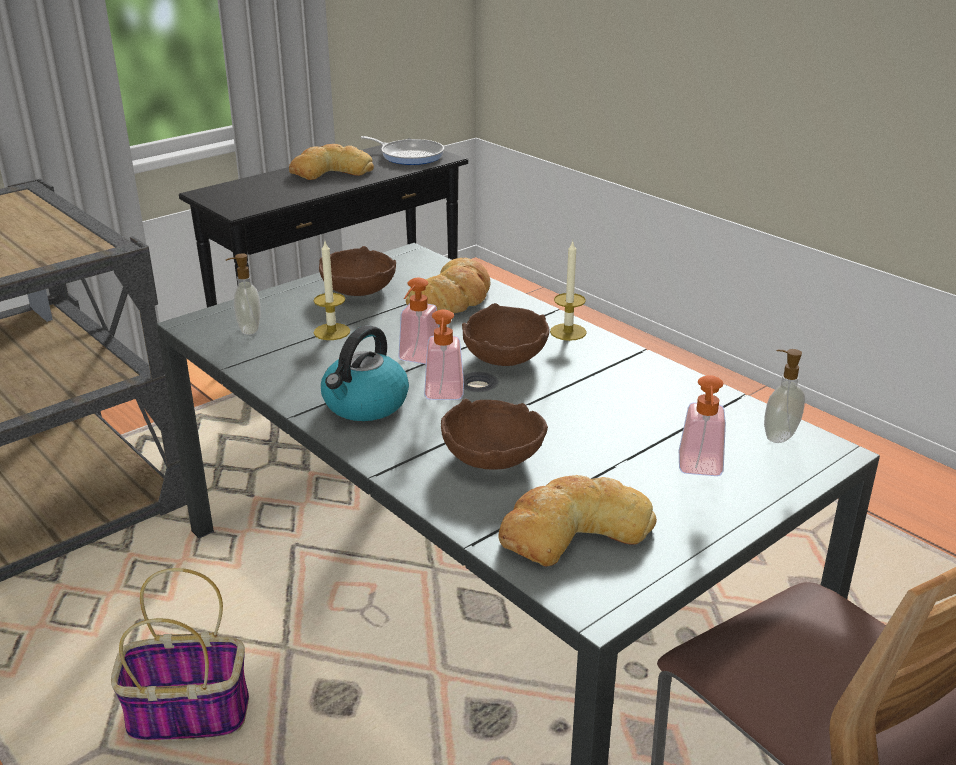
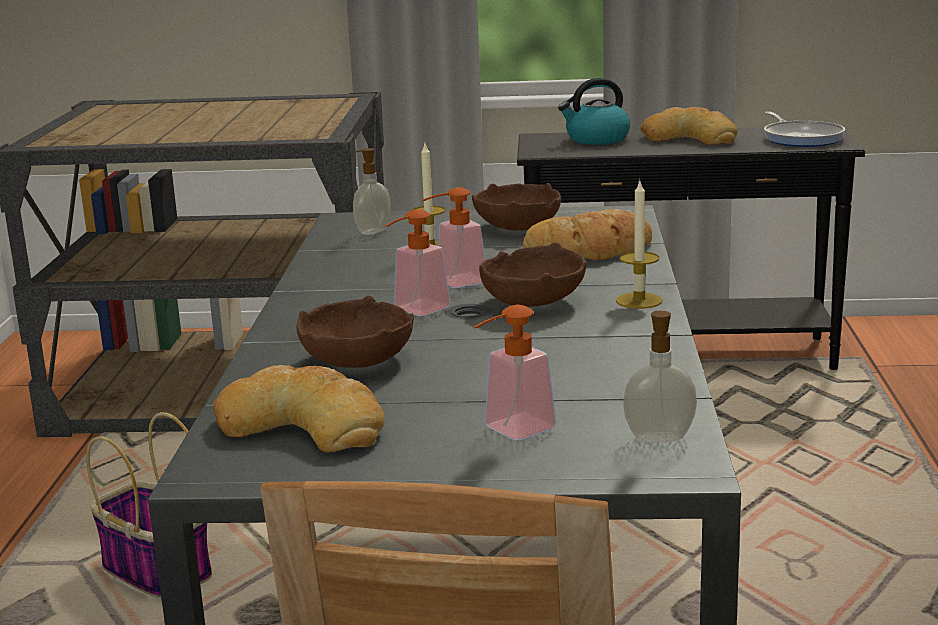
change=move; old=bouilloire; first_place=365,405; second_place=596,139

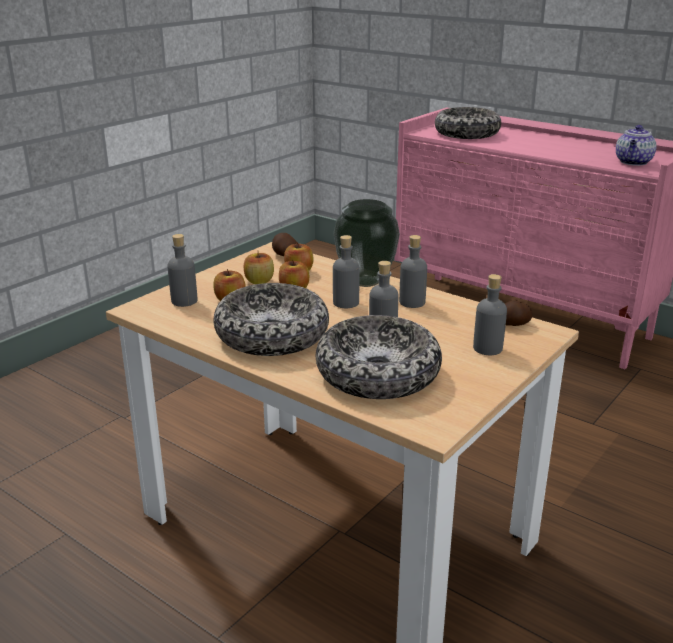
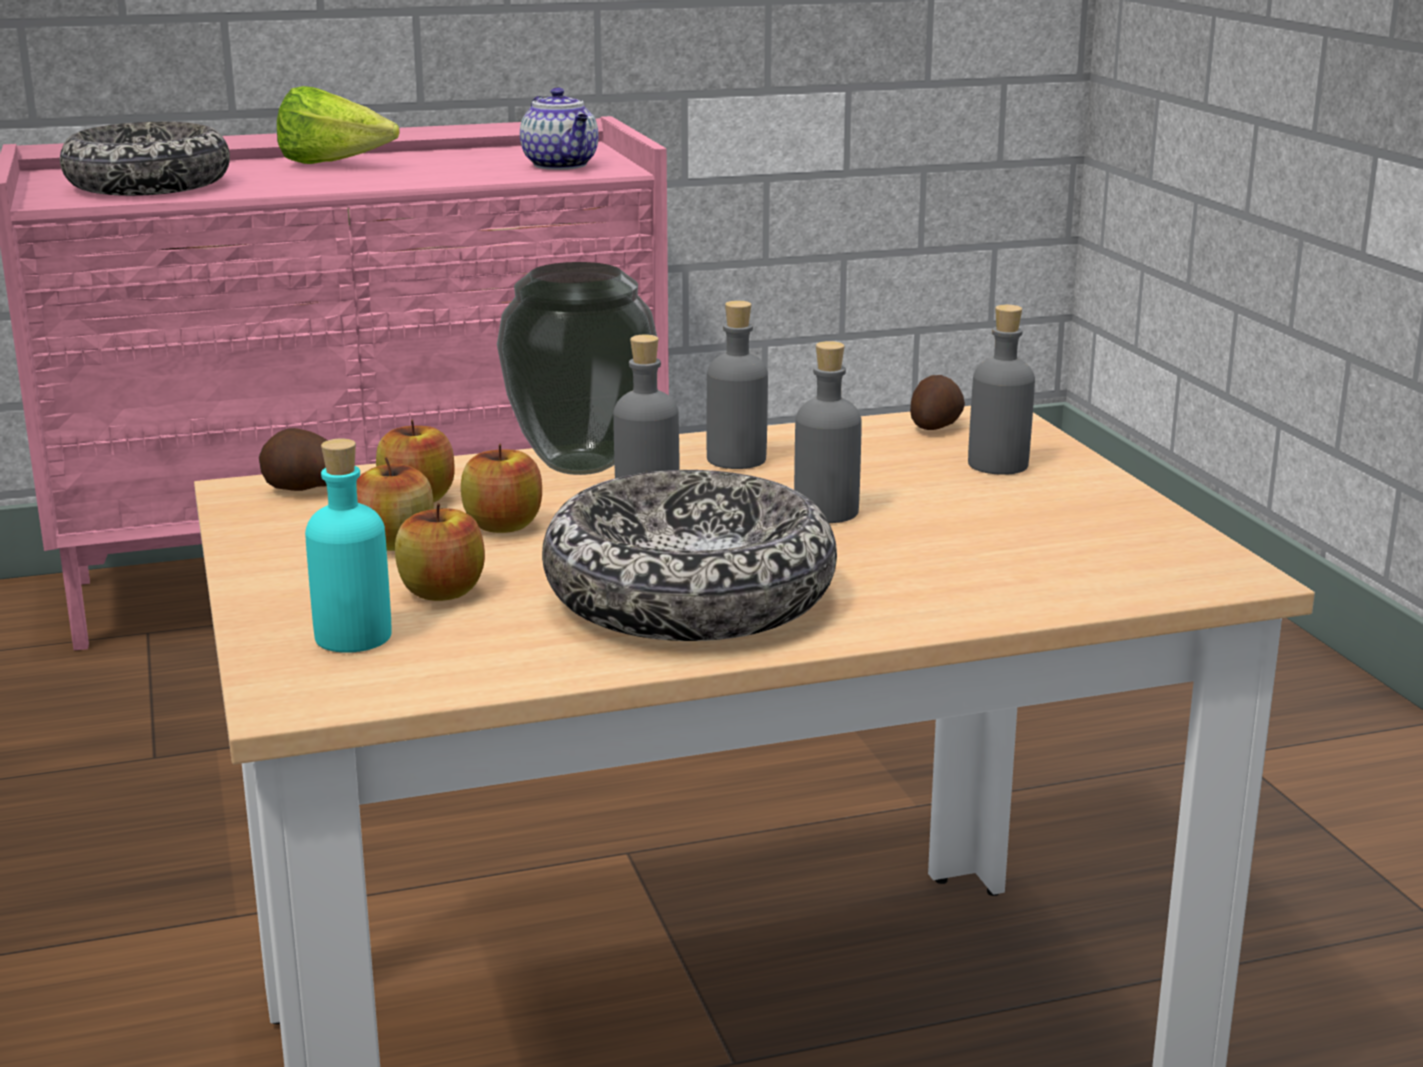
change=insert; new=laitue; second_place=333,165
change=recolor; old=bouteille (gris); new=bouteille (turquoise); first_place=184,301; second_place=353,636
change=delete; old=bol; first_place=378,374

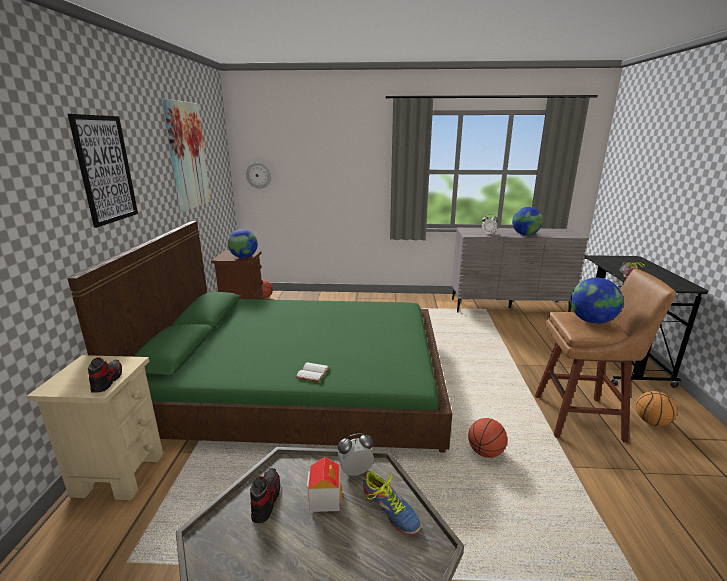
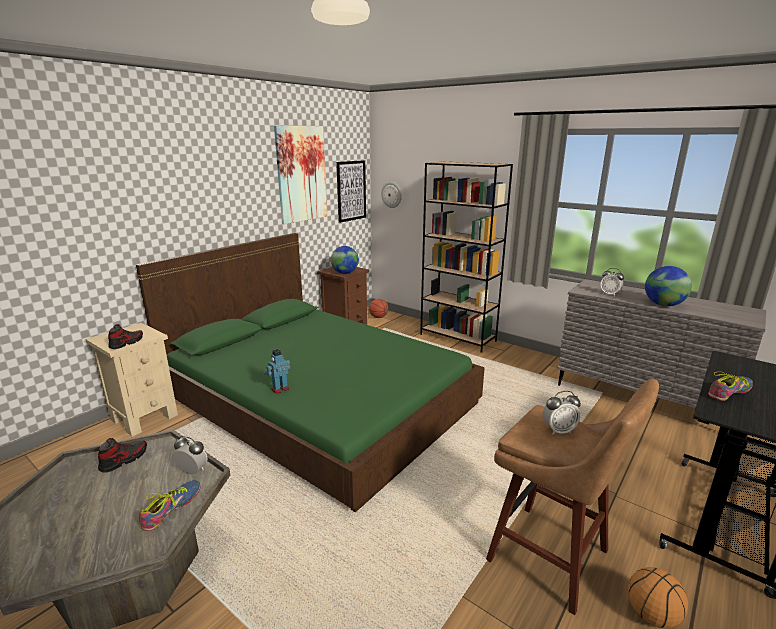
change=rotate; old=chaussure; first_place=390,509; second_place=171,508; degrees=-150
change=replace; old=livre (blanc); new=robot jouet; first_place=313,373; second_place=280,388
change=move; old=tableau; first_place=105,170; second_place=351,191
change=insert; new=bibliothèque (beige); second_place=458,338
change=replace; old=globe; new=réveil; first_place=591,321; second_place=558,430
change=delete; old=maison miniature; first_place=325,498
change=delete; old=ballon de basket; first_place=485,452

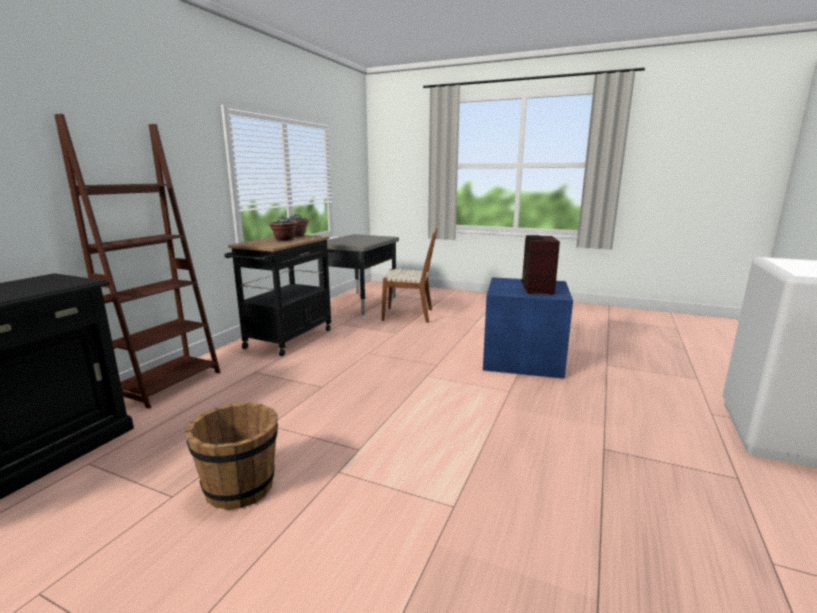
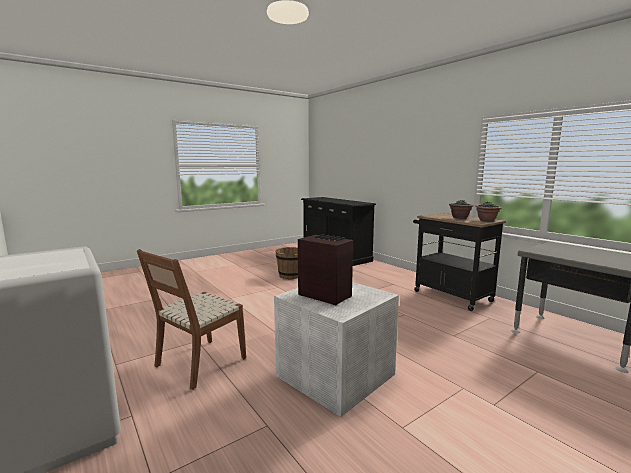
change=move; old=chaise; first_place=410,315; second_place=198,364
change=recolor; old=boîte de rangement (bleu); new=boîte de rangement (blanc); first_place=524,359; second_place=333,375
change=delete; old=bibliothèque (marron); first_place=169,384

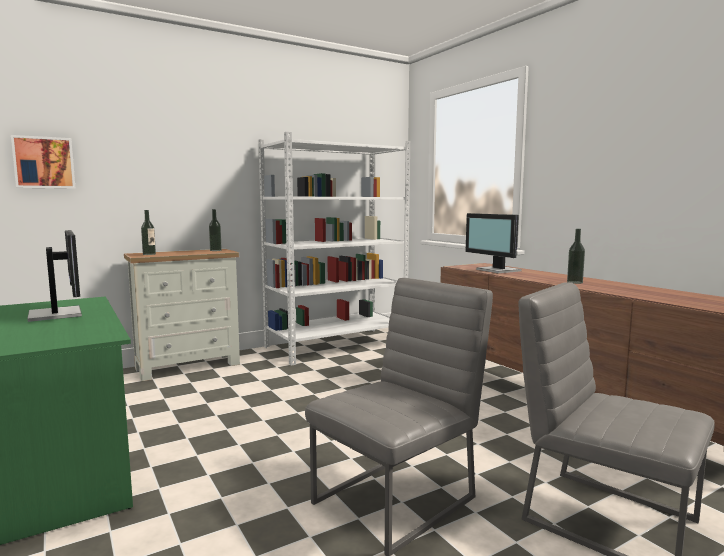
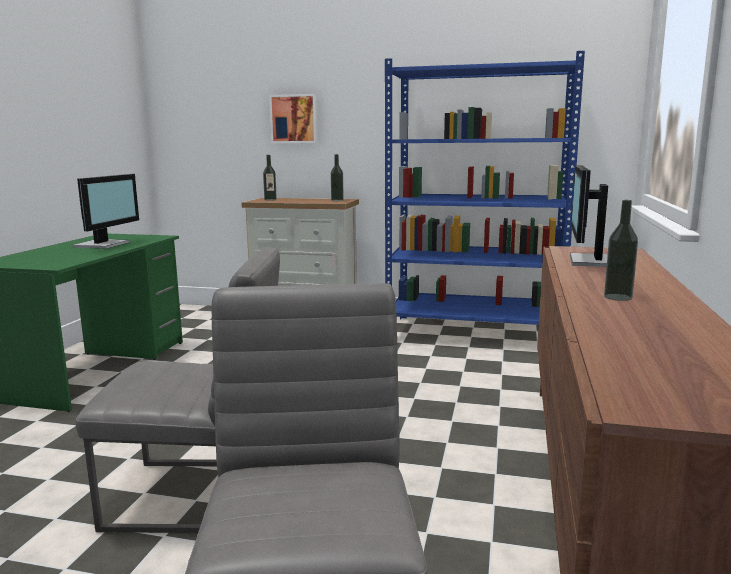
change=move; old=tableau; first_place=44,162; second_place=294,119
change=recolor; old=bibliothèque (blanc); new=bibliothèque (bleu); first_place=336,346; second_place=474,334

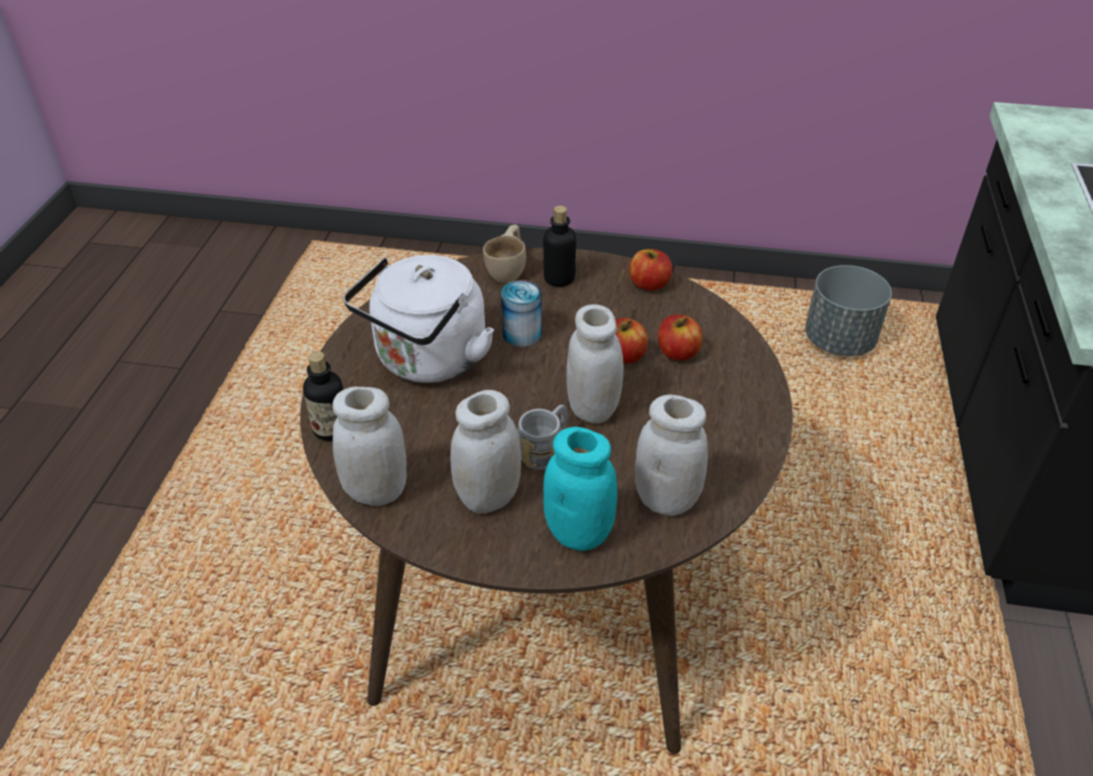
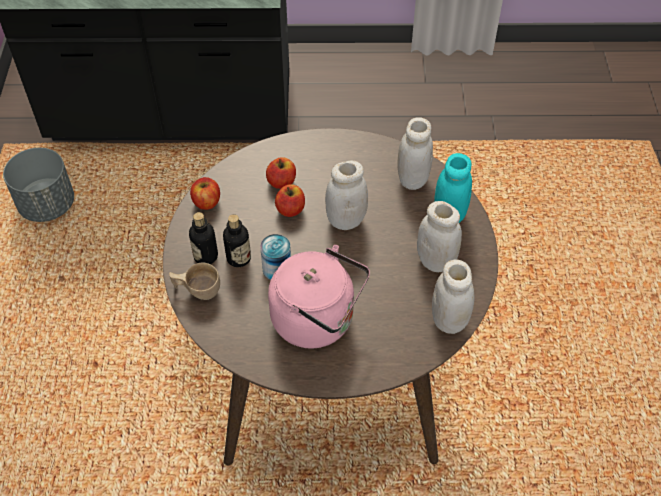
change=move; old=bouteille; first_place=331,429; second_place=238,258
change=recolor; old=bouilloire (blanc); new=bouilloire (rose); first_place=427,361; second_place=318,320
change=delete; old=mug (gris); first_place=545,451

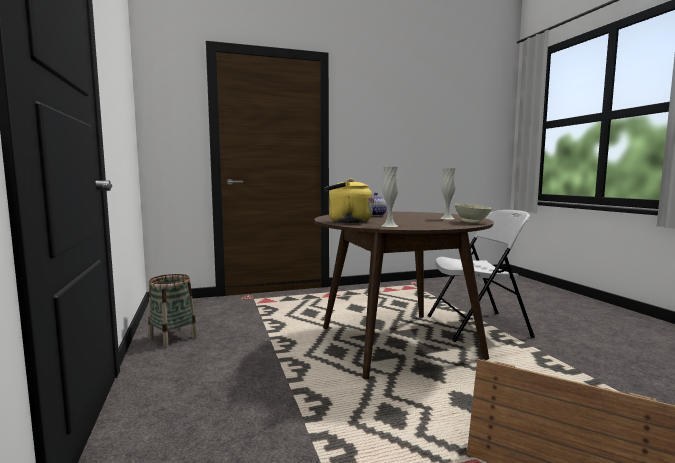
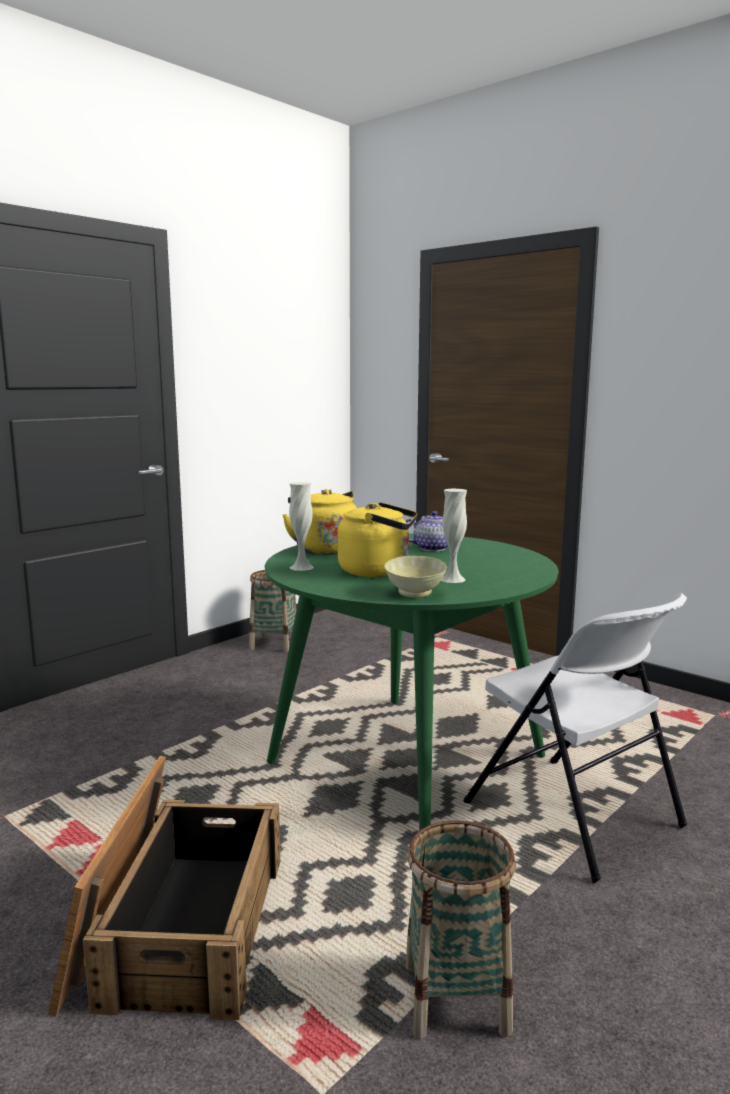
change=recolor; old=table à manger (marron); new=table à manger (vert); first_place=398,342; second_place=407,759
change=insert; new=bouilloire (jaune); second_place=378,571
change=insert; new=panier; second_place=456,998

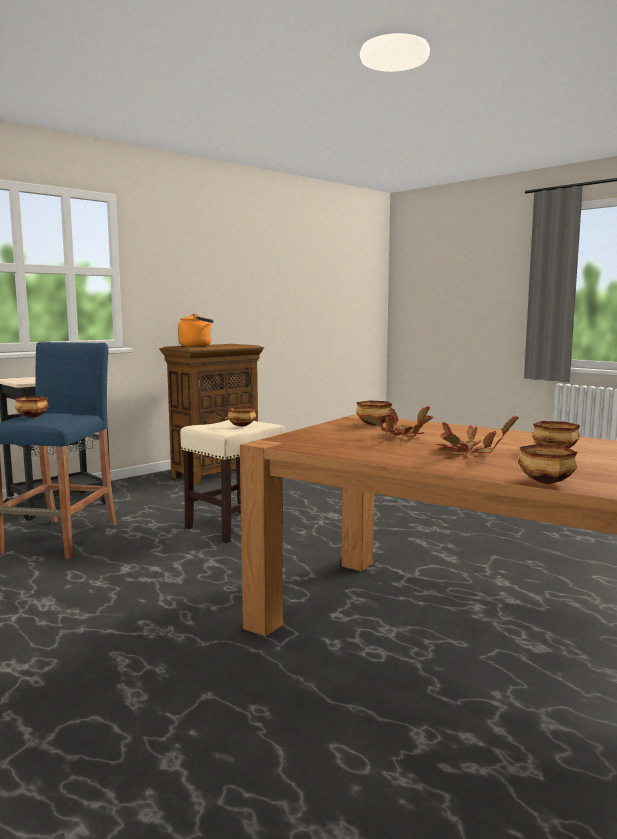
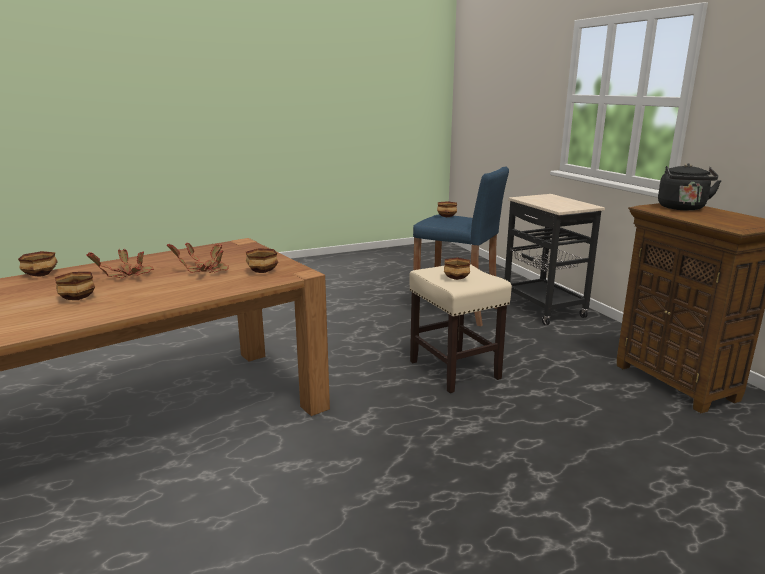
change=recolor; old=bouilloire (orange); new=bouilloire (noir); first_place=197,346; second_place=682,208

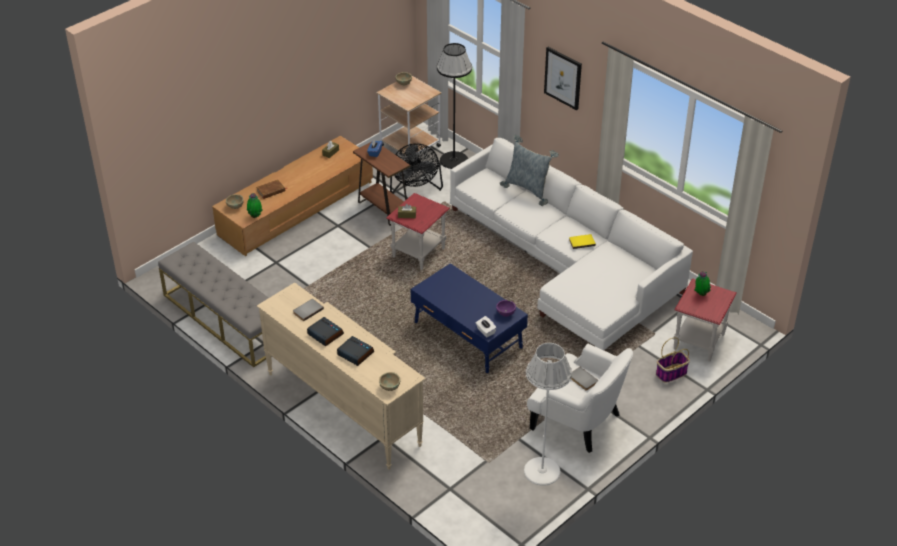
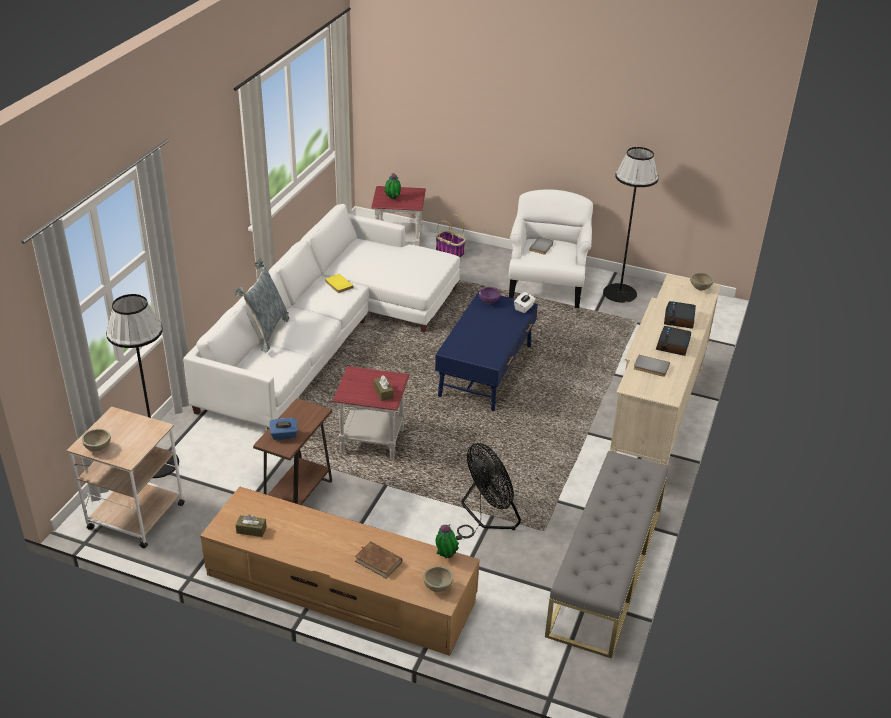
change=move; old=ventilateur (noir); first_place=413,186; second_place=482,514
change=recolor; old=lampadaire (blanc); new=lampadaire (noir); first_place=542,471; second_place=619,293
change=delete; old=tableau; first_place=563,78

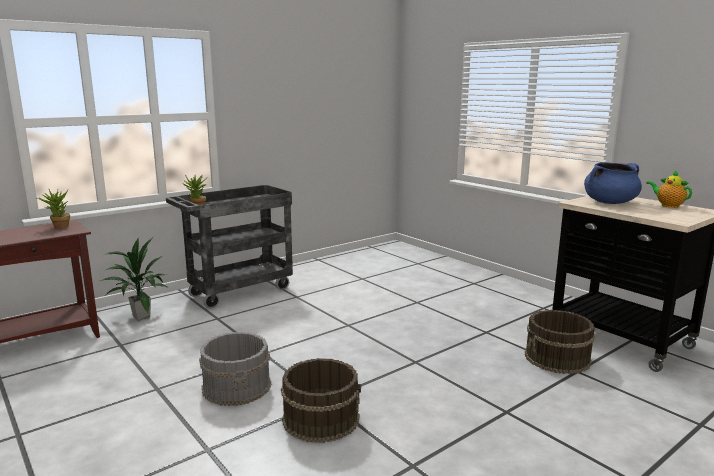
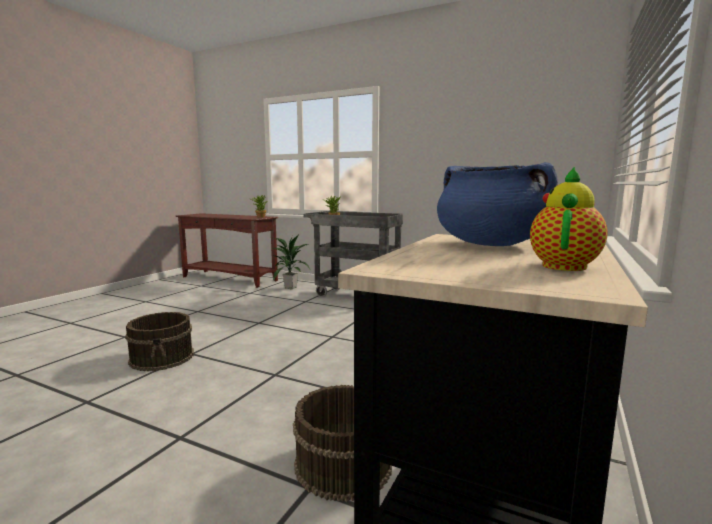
change=delete; old=seau (gris); first_place=237,386

